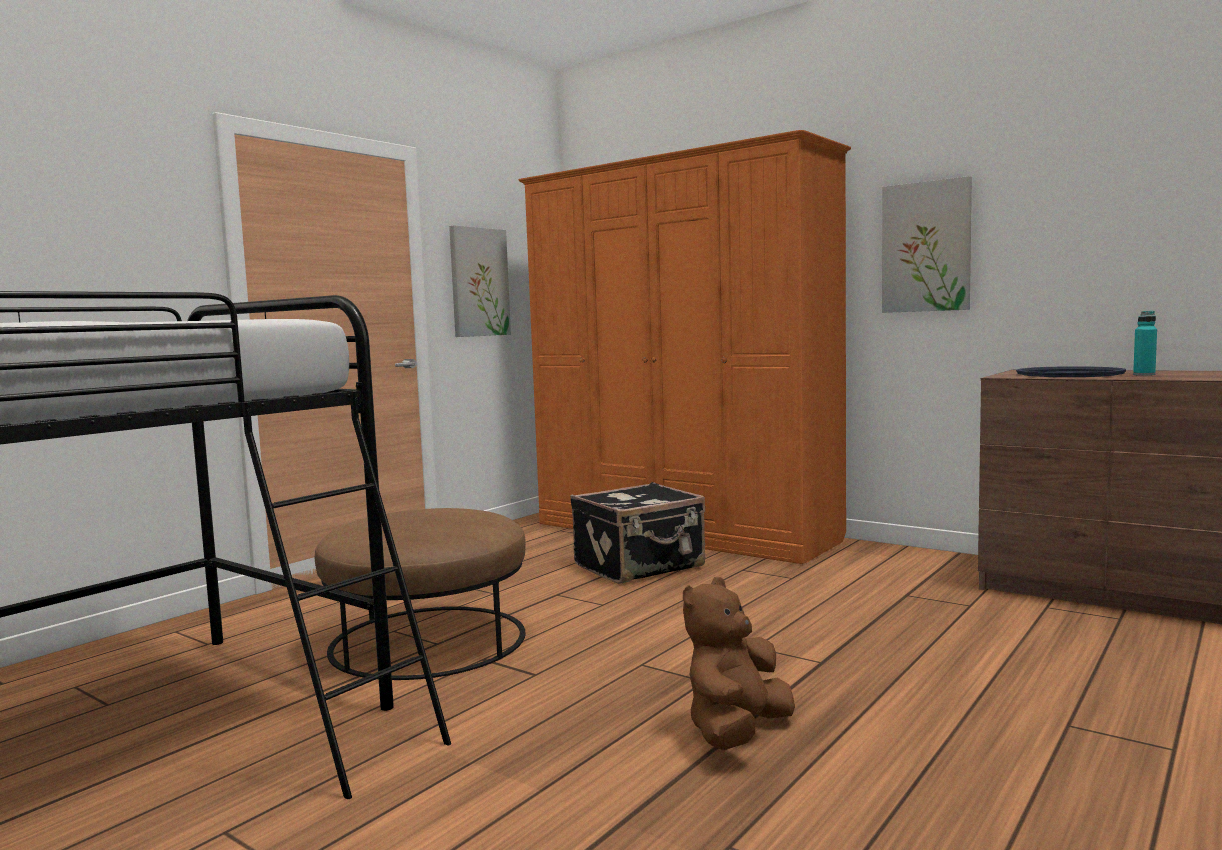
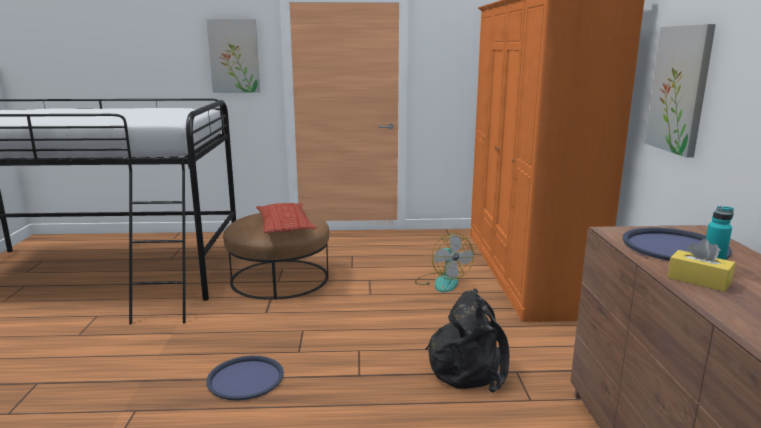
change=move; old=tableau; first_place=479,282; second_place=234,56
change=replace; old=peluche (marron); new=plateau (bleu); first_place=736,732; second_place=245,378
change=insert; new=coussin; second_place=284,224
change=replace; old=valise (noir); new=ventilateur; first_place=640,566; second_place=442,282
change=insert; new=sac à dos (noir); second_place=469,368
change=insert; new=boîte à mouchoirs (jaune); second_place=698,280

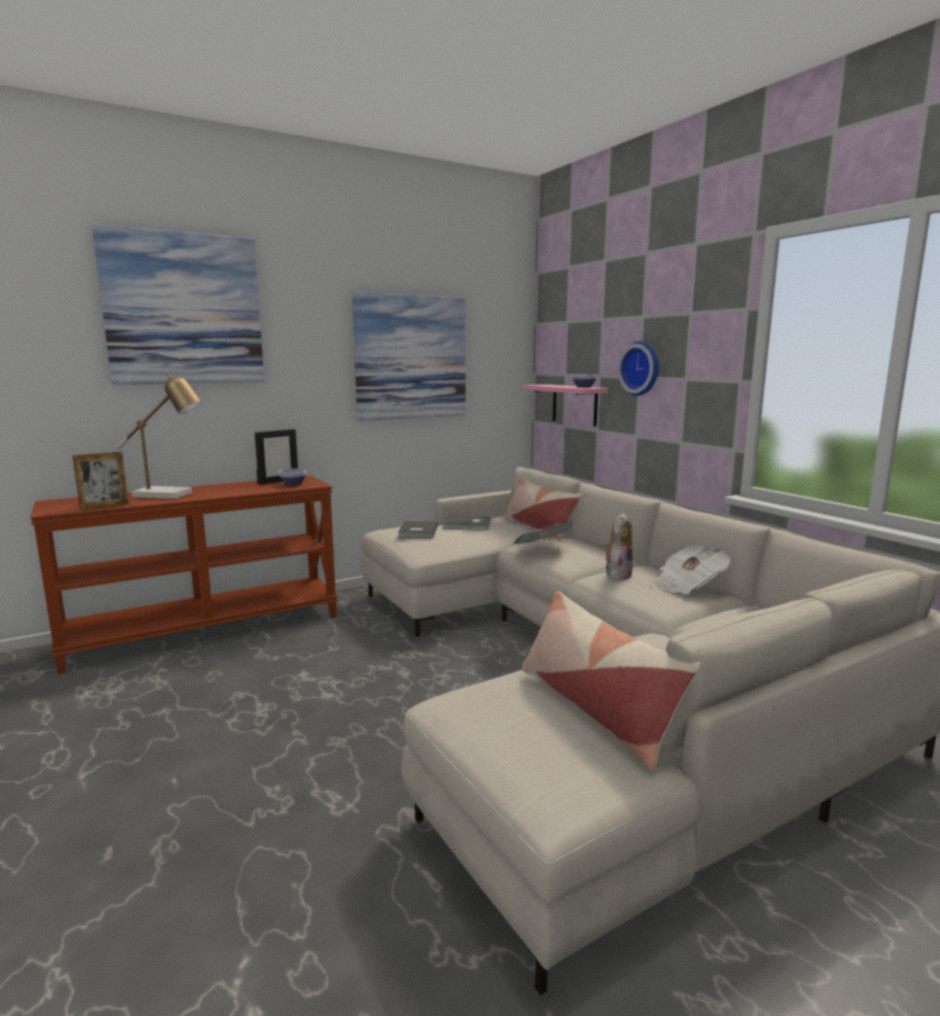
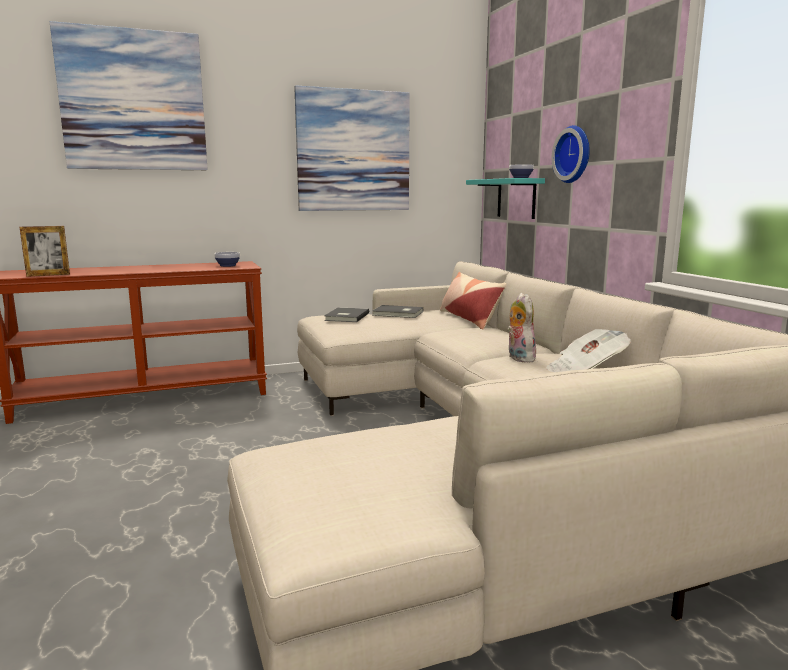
change=recolor; old=étagère (rose); new=étagère (turquoise); first_place=574,404; second_place=516,198
change=rotate; old=peluche; first_place=617,575; second_place=518,358; degrees=-60
change=delete; old=lampe de table; first_place=170,495
change=delete; old=cadre photo; first_place=278,481
change=delete; old=journal; first_place=541,549
change=delete; old=coussin; first_place=596,707

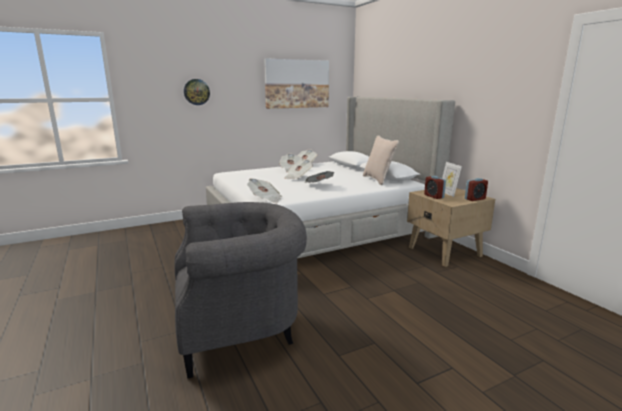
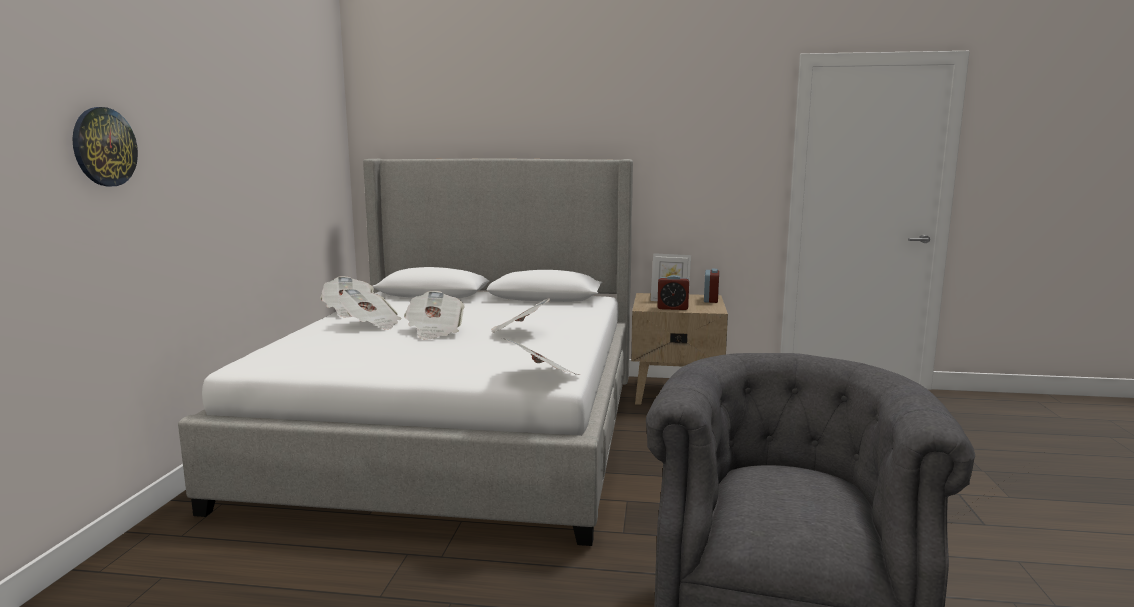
change=delete; old=tableau; first_place=297,84
change=delete; old=coussin (beige); first_place=378,180

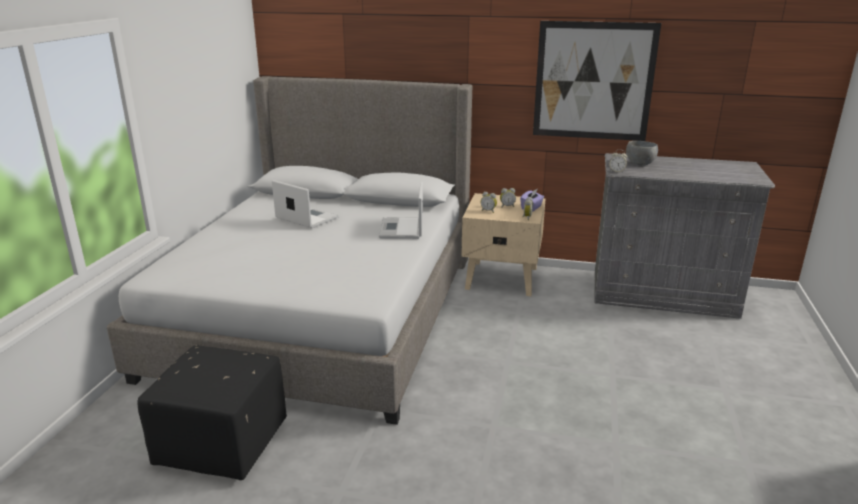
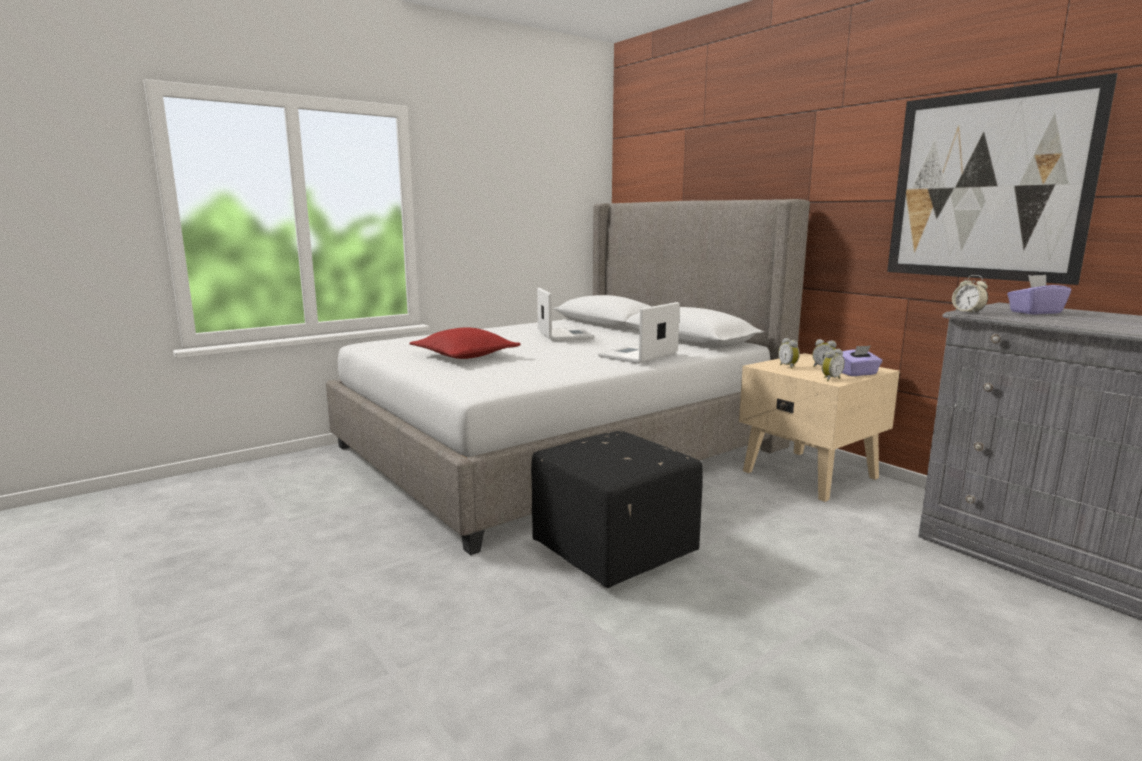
change=insert; new=coussin (rouge); second_place=465,356
change=move; old=pouf (noir); first_place=224,444; second_place=616,551
change=replace; old=bol (gris); new=boîte à mouchoirs (violet); first_place=640,164; second_place=1034,312

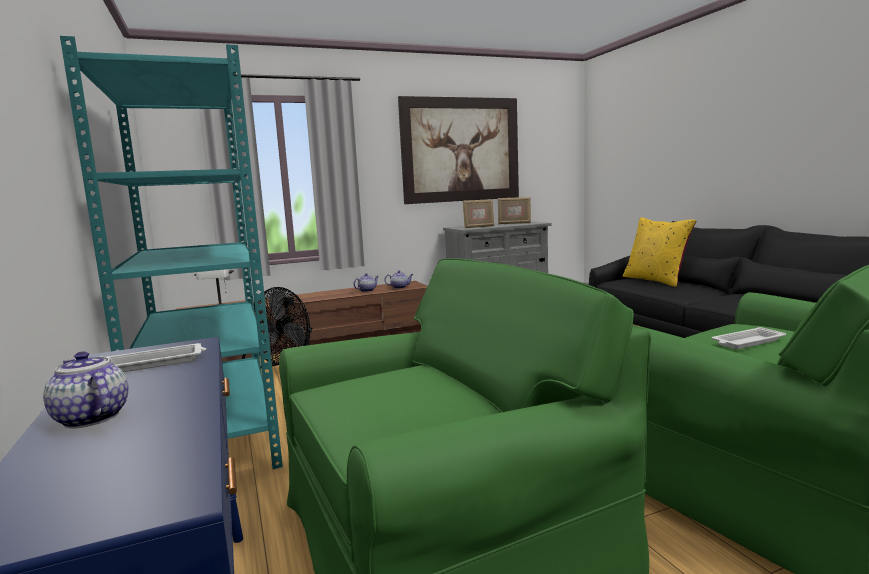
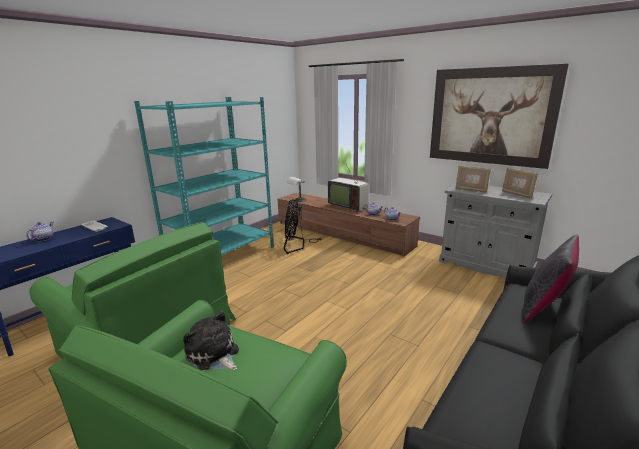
change=replace; old=plateau (blanc); new=peluche; first_place=747,342; second_place=213,354
change=insert; new=téléviseur; second_place=348,206
change=recolor; old=coussin (jaune); new=coussin (noir); first_place=656,280; second_place=544,307

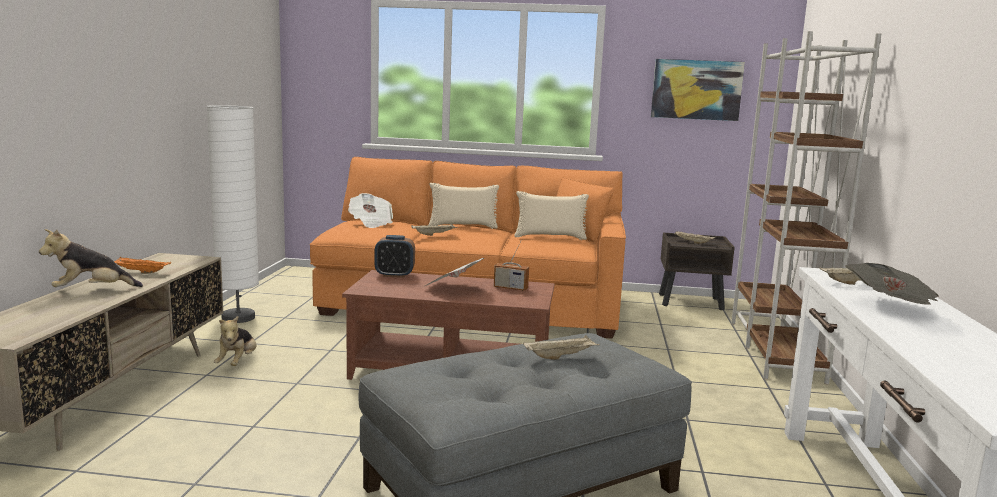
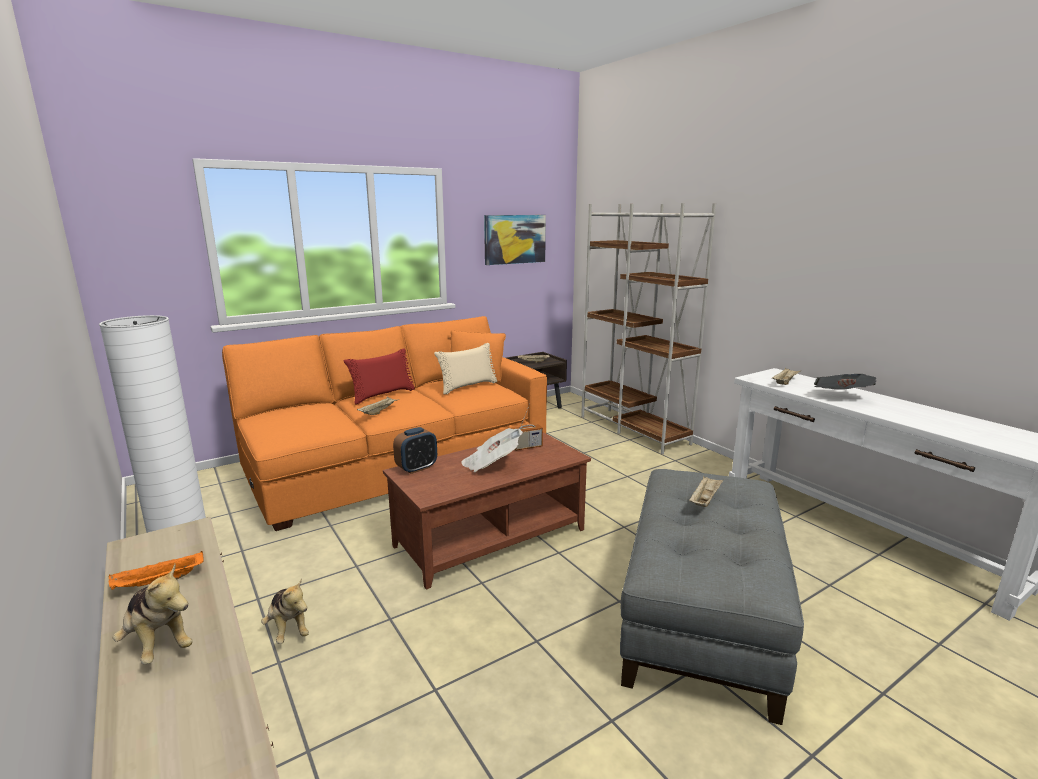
change=rotate; old=peluche; first_place=91,290; second_place=158,643; degrees=-75
change=recolor; old=coussin (beige); new=coussin (rouge); first_place=463,226; second_place=382,395
change=delete; old=journal; first_place=371,223

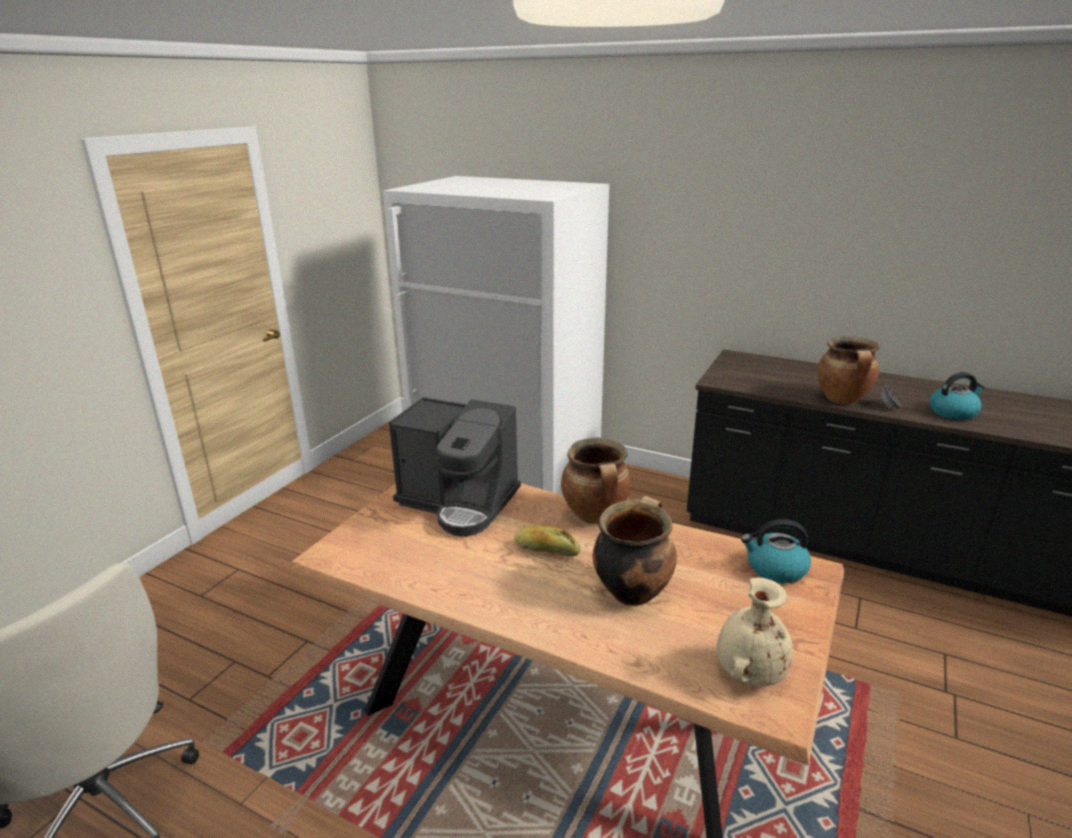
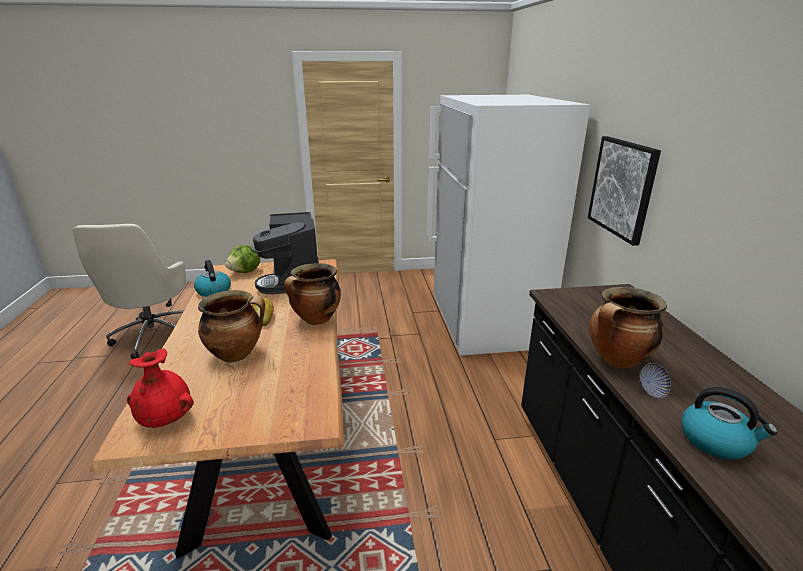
change=recolor; old=vase (beige); new=vase (rouge); first_place=748,672; second_place=166,418
change=move; old=bouilloire; first_place=775,569; second_place=213,291
change=insert; new=laitue; second_place=245,272
change=insert; new=tableau; second_place=622,188

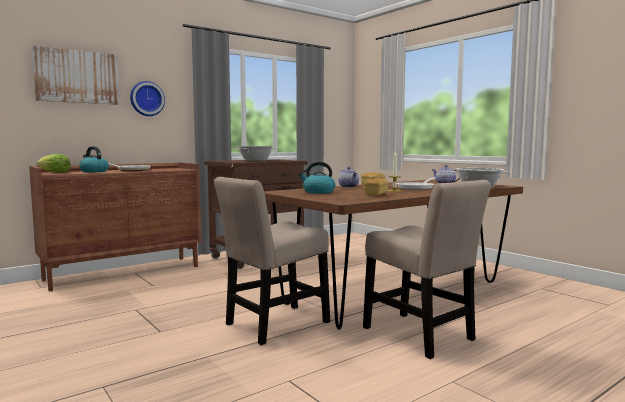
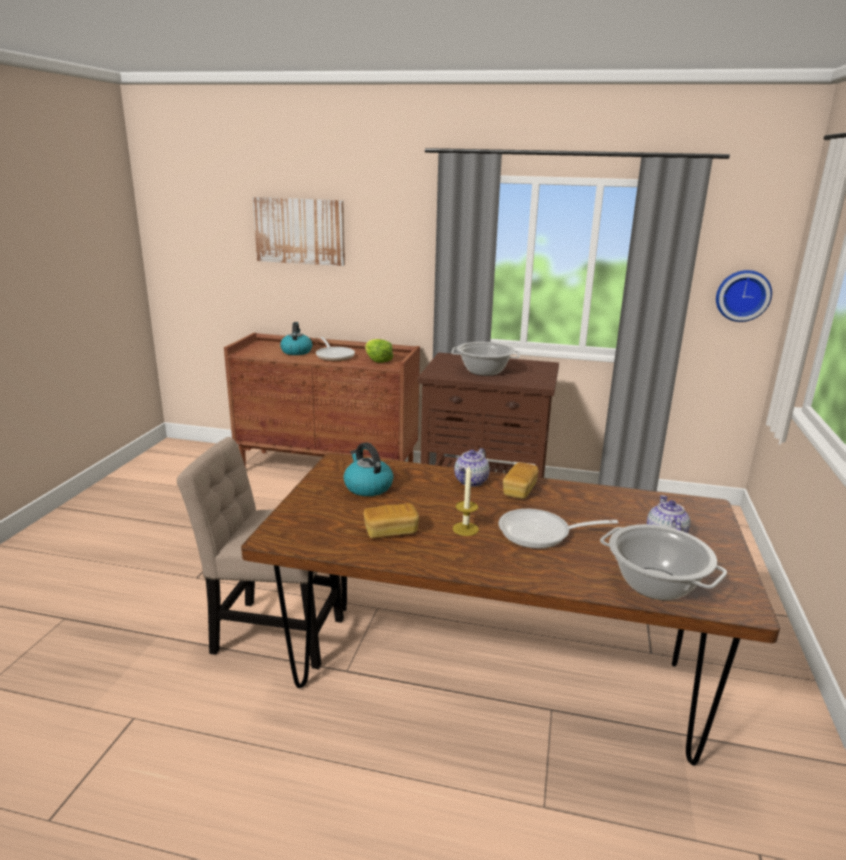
change=move; old=laitue; first_place=54,173; second_place=377,360
change=move; old=horloge murale; first_place=146,99; second_place=742,295
change=delete; old=chaise (beige); first_place=421,336

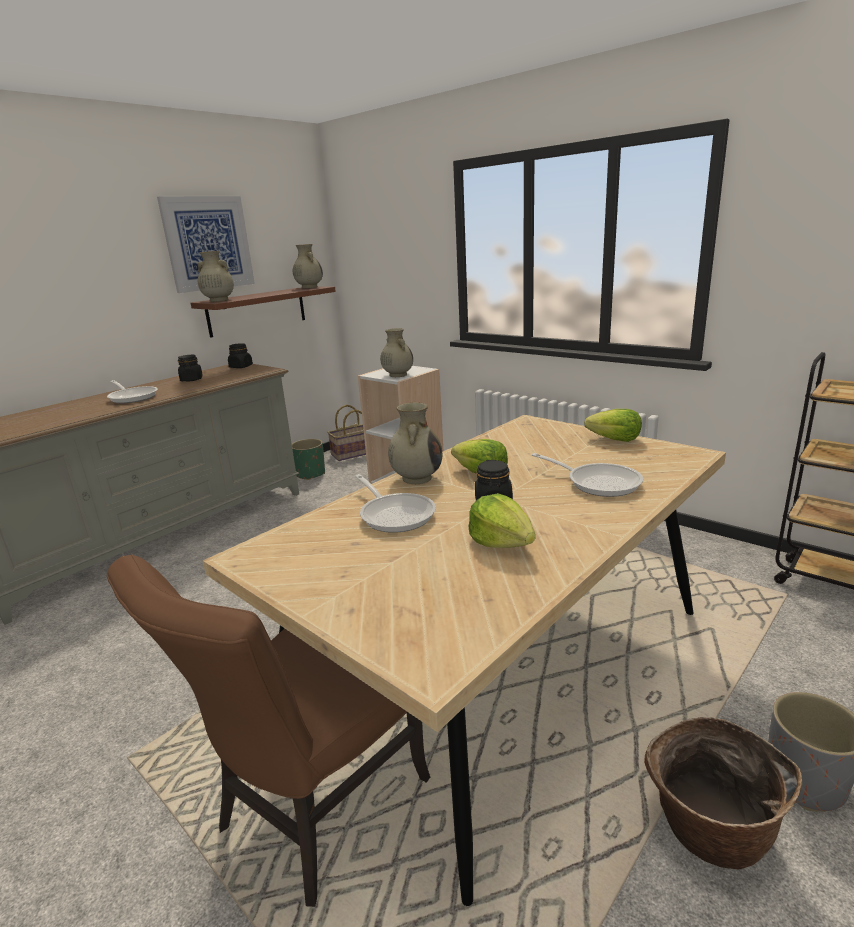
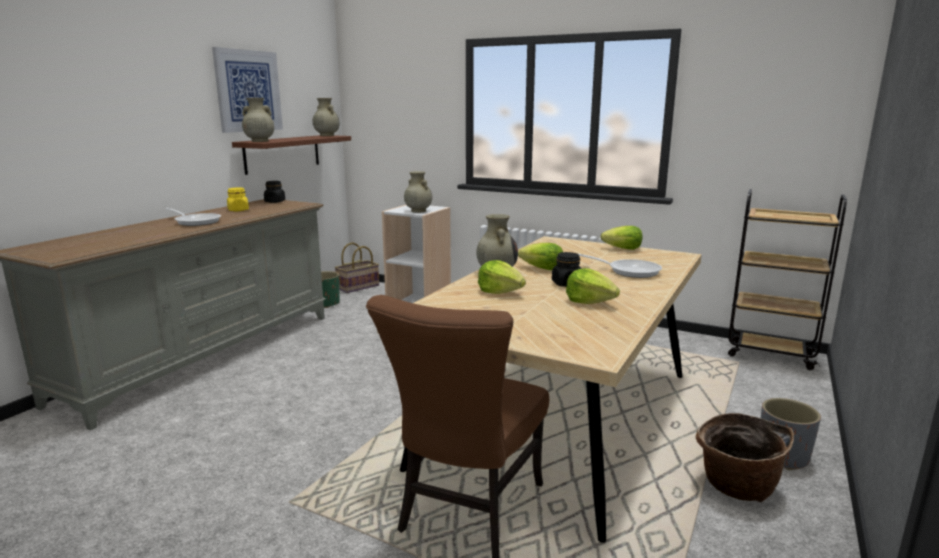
change=recolor; old=bocal (noir); new=bocal (jaune); first_place=191,379; second_place=238,210
change=replace; old=poêle; new=laitue; first_place=395,514; second_place=500,292

